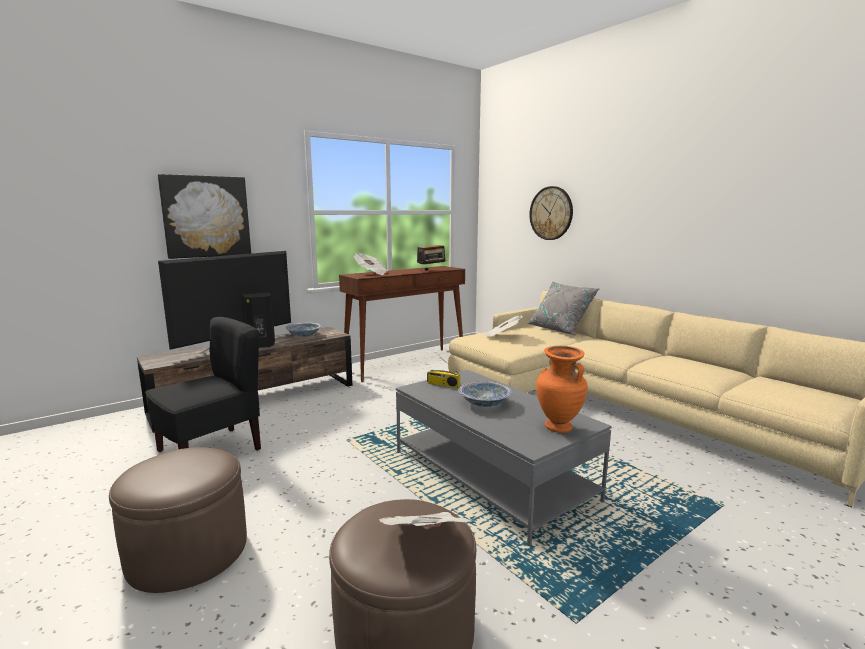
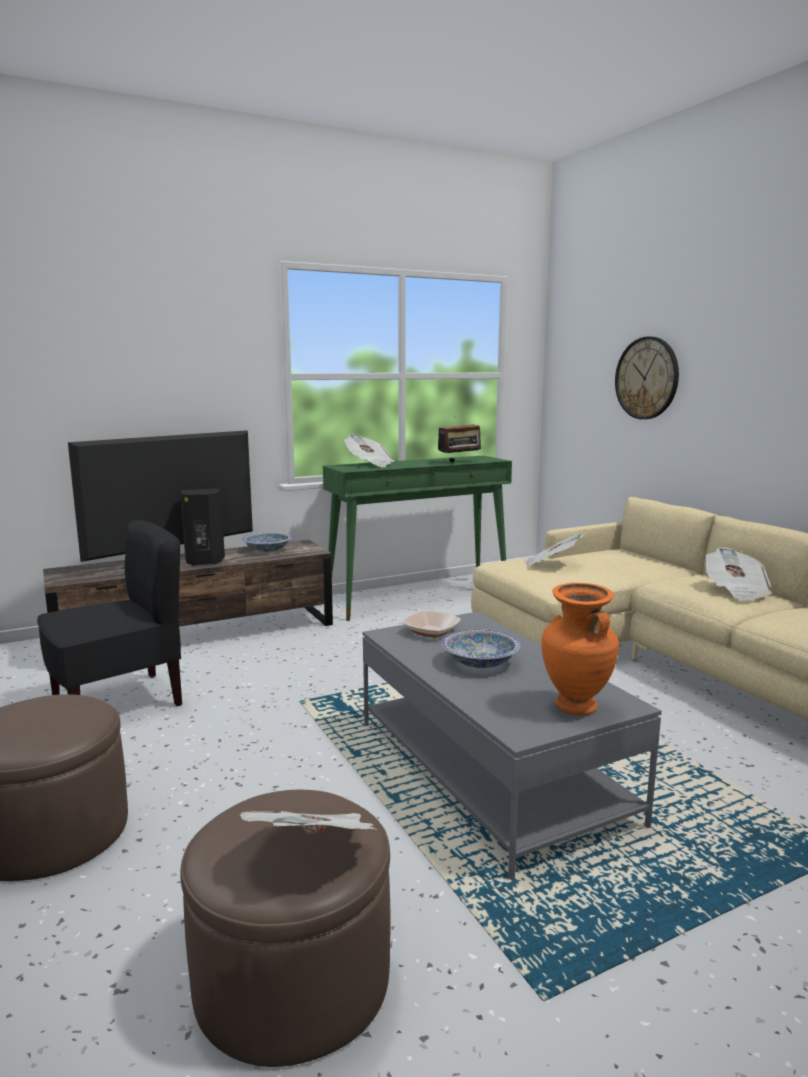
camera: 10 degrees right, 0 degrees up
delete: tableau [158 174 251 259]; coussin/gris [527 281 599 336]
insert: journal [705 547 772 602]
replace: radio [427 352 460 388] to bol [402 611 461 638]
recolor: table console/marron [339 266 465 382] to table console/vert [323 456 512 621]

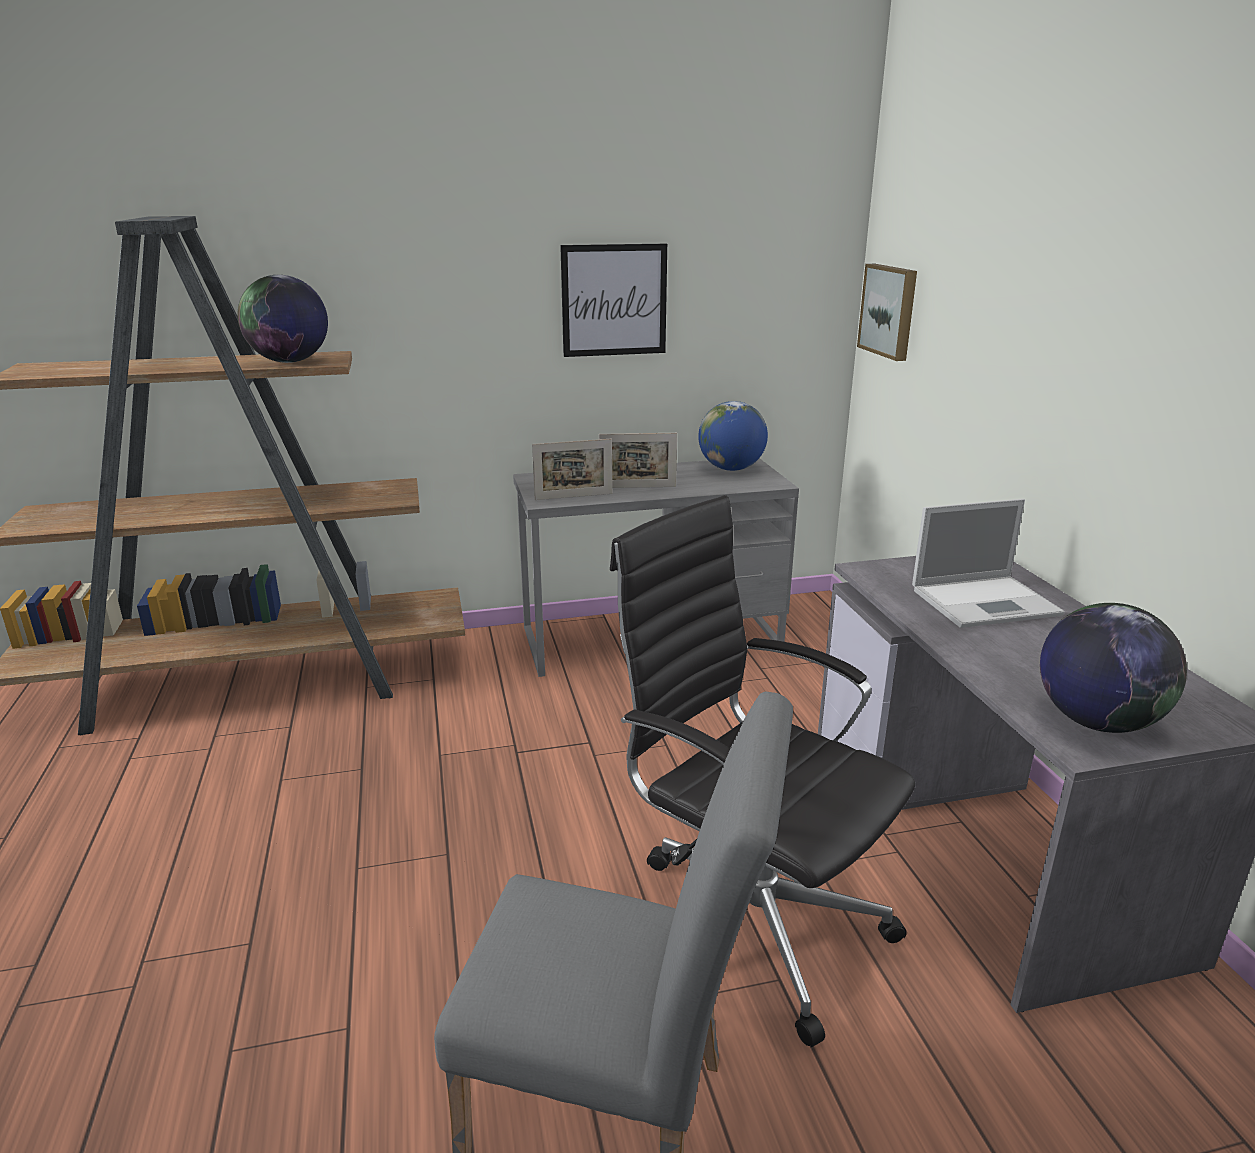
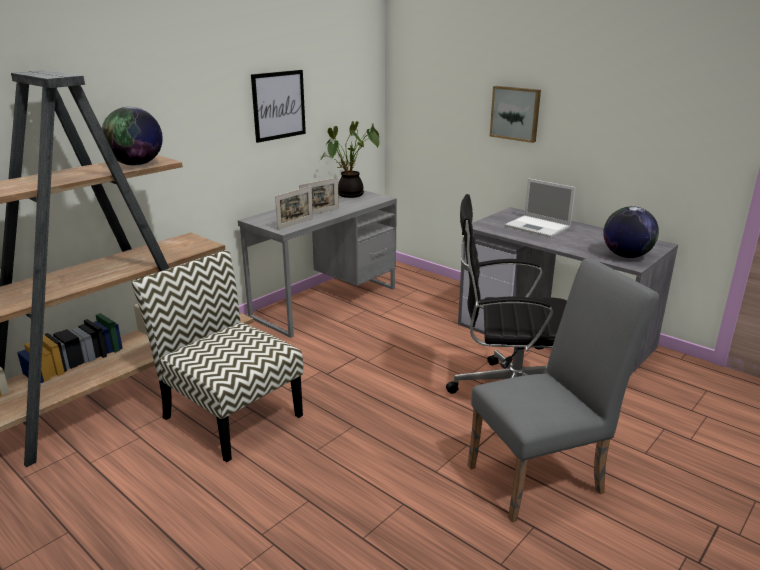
camera: 35 degrees left, 0 degrees up
insert: chaise [132 250 303 462]
move: tableau [857 264 917 361] to [490 86 541 143]
replace: globe [698 401 768 471] to plante en pot [320 121 380 198]
rotate: ordinateur portable [912 499 1065 628] = [505 178 576 238] 90 degrees clockwise

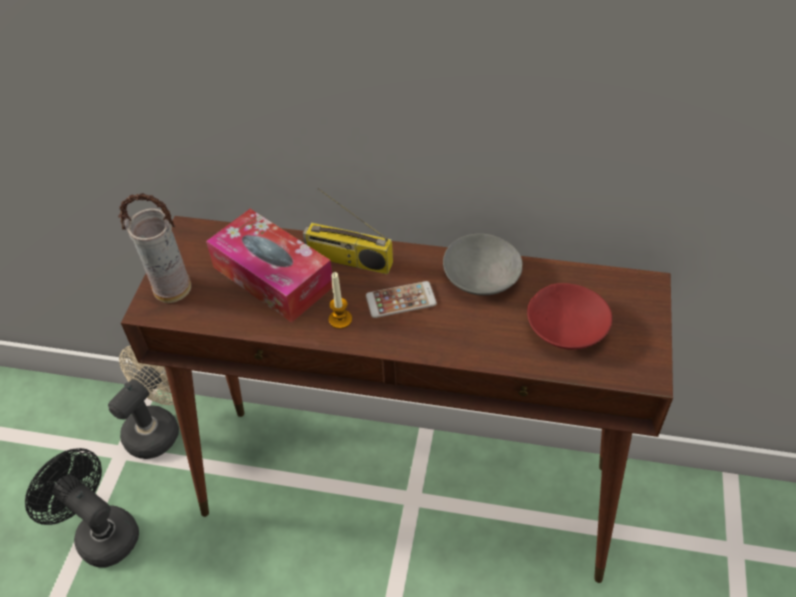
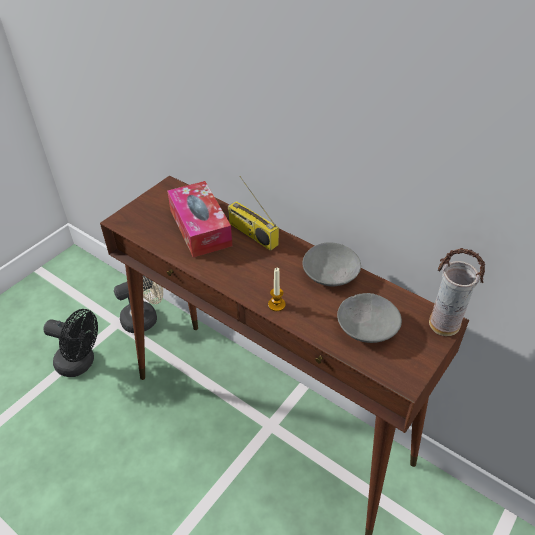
camera: 25 degrees right, 5 degrees down
delete: téléphone [366 281 437 318]
move: vase [118 193 191 303] to [429 248 485 336]; bougie [329 272 352 329] to [268 268 286 311]
recolor: bol/rouge [527 283 612 350] to bol/gris [337 293 402 343]
rotate: ventilateur/noir [25 448 139 568] = [44 309 98 377] 135 degrees clockwise

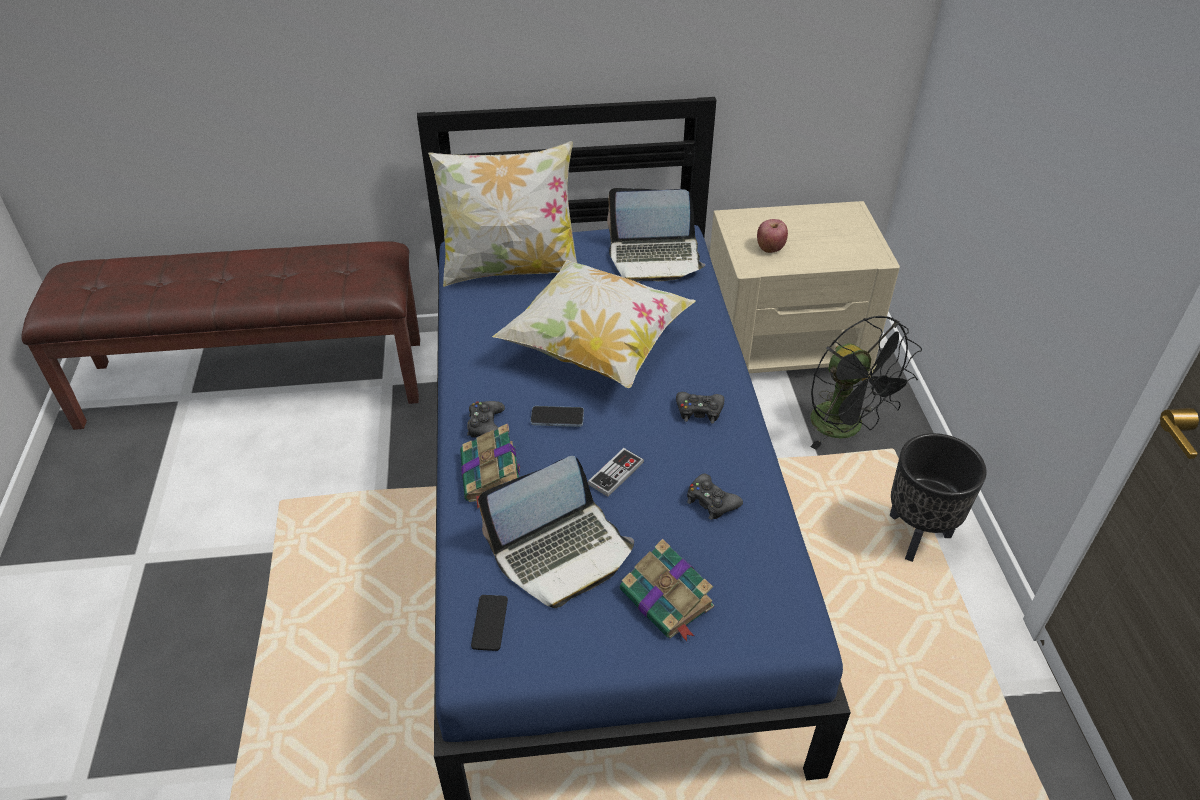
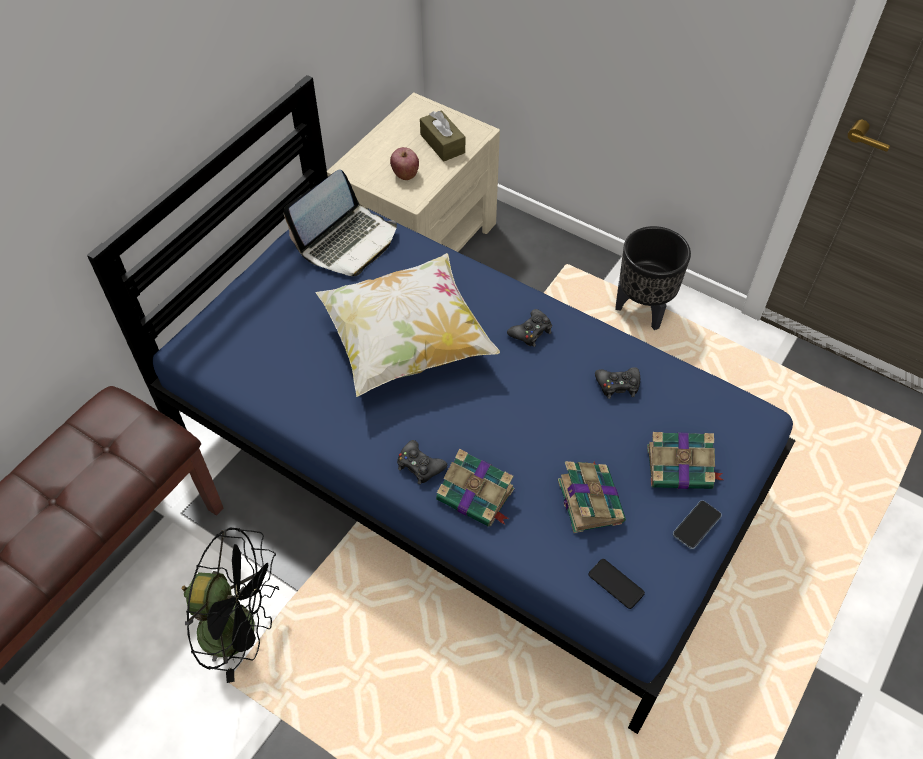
camera: 50 degrees left, 10 degrees up
delete: coussin [428 141 577 287]; manette [588 448 644 497]
insert: boîte à mouchoirs/marron [420 110 465 162]
move: téléphone [531 406 584 427] to [673 500 722 549]; ventilateur/noir [810 316 922 450] to [182 528 279 683]
replace: ordinateur portable [478 456 634 608] to livre [558 461 626 533]

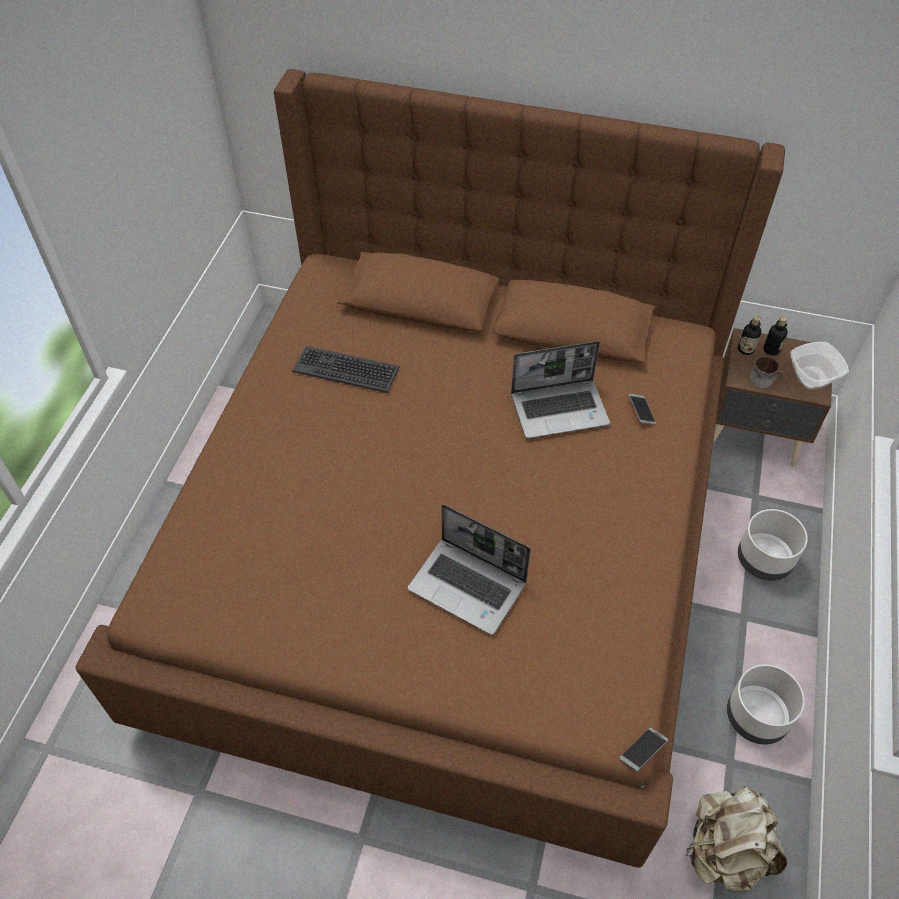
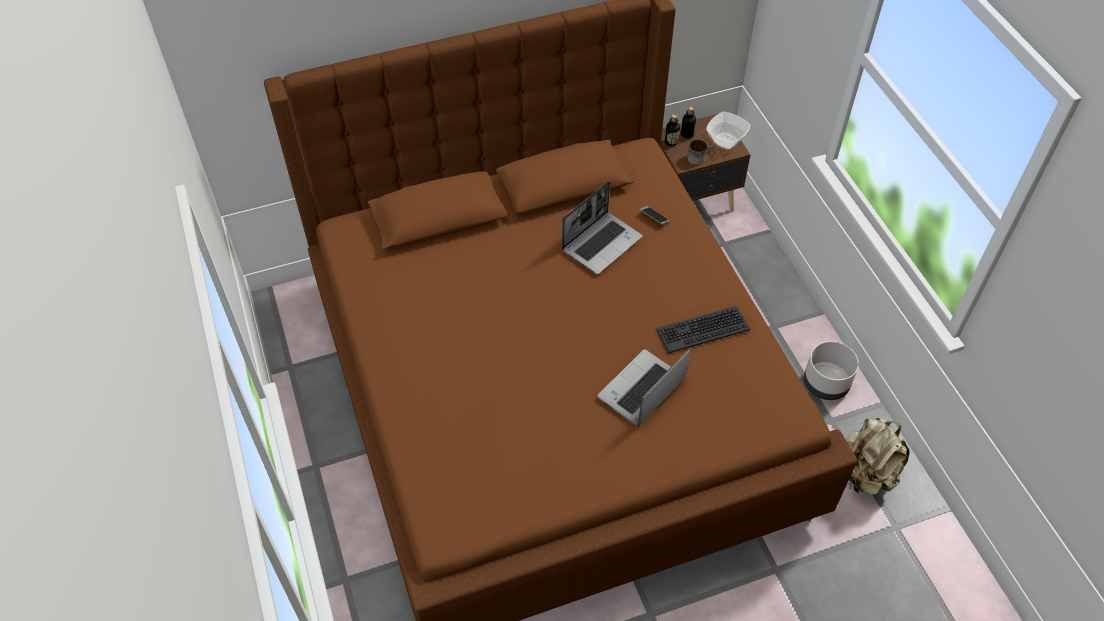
camera: 35 degrees left, 0 degrees up
delete: téléphone [619 728 668 771]; cache-pot/gris [738 509 808 581]
move: clavier [292 346 399 393] to [656 306 751 353]
rotate: ordinateur portable [408 504 531 635] = [597 348 691 426] 135 degrees clockwise

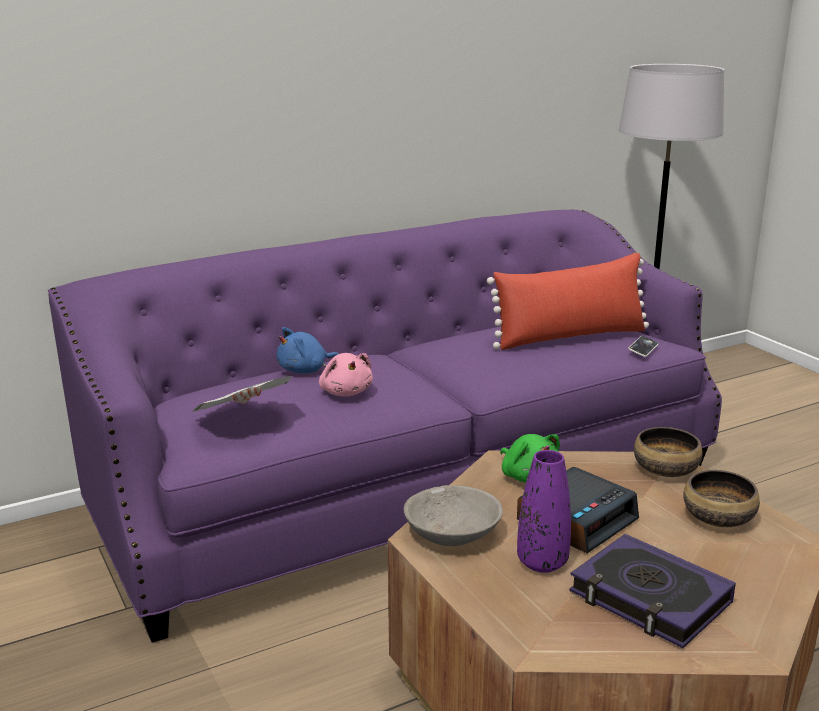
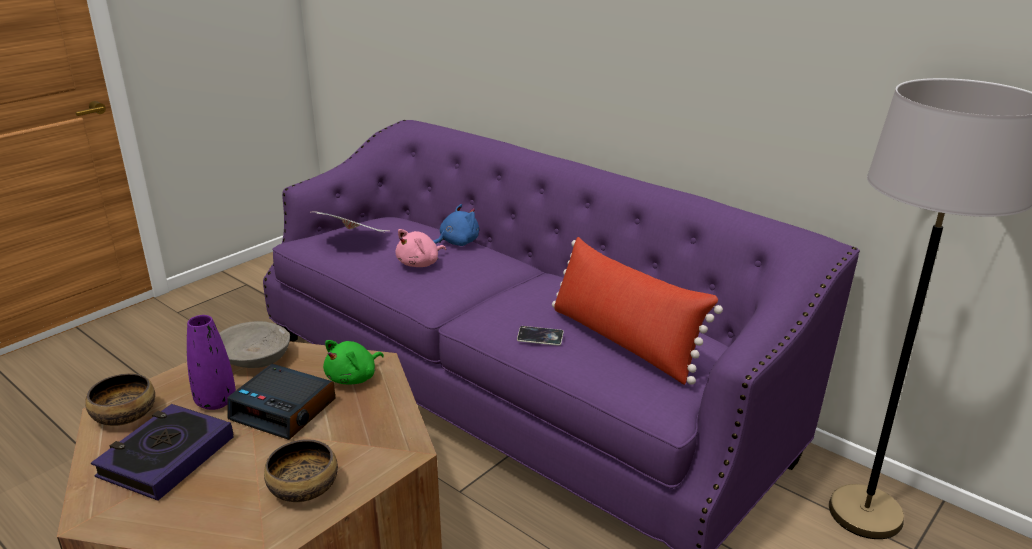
camera: 70 degrees right, 5 degrees up
move: téléphone [628 336 659 357] to [517 326 564 346]; bol [634 427 703 477] to [85 373 155 426]
rotate: peluche/bleu [277 327 339 374] = [433 204 479 246] 105 degrees clockwise

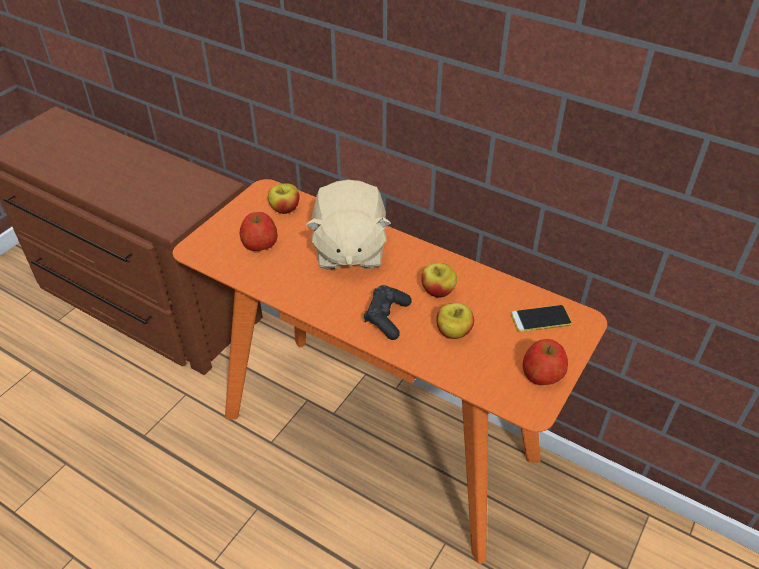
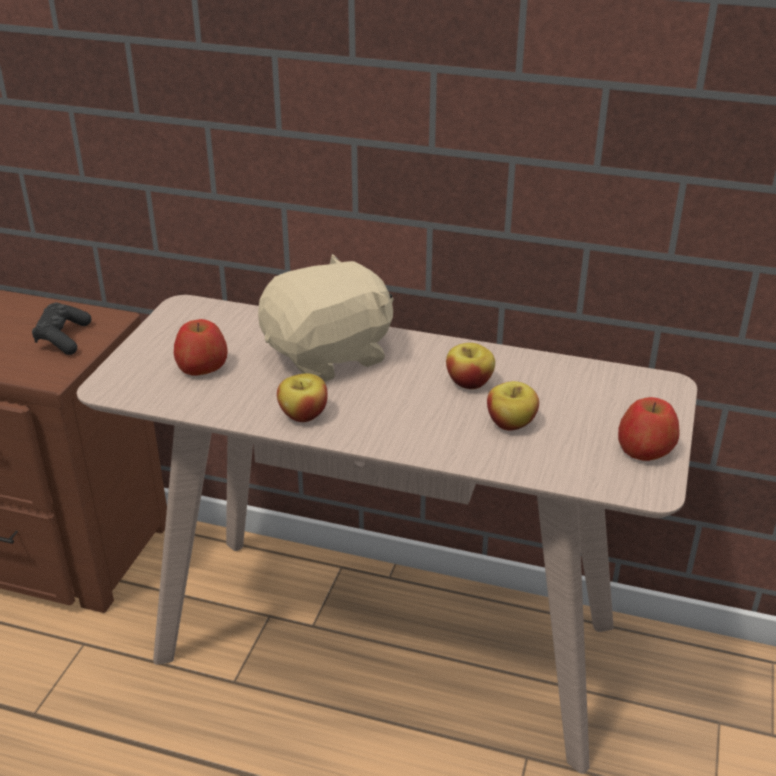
camera: 15 degrees left, 10 degrees down
delete: téléphone [510 305 572 332]
move: pomme [268 183 300 214] to [277 373 328 422]; manette/noir [364 285 412 340] to [32 302 91 355]
recolor: table console/orange [173 179 607 564] to table console/beige [77 295 697 774]
rotate: peluche/beige [306 180 391 270] = [258 254 393 382] 105 degrees counterclockwise

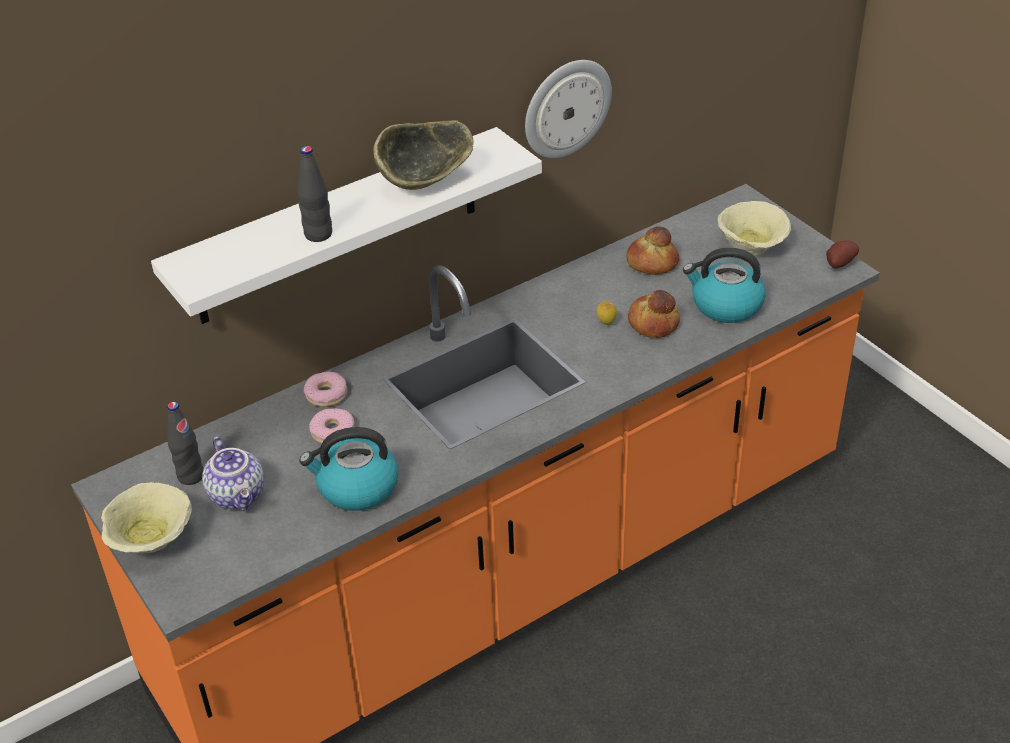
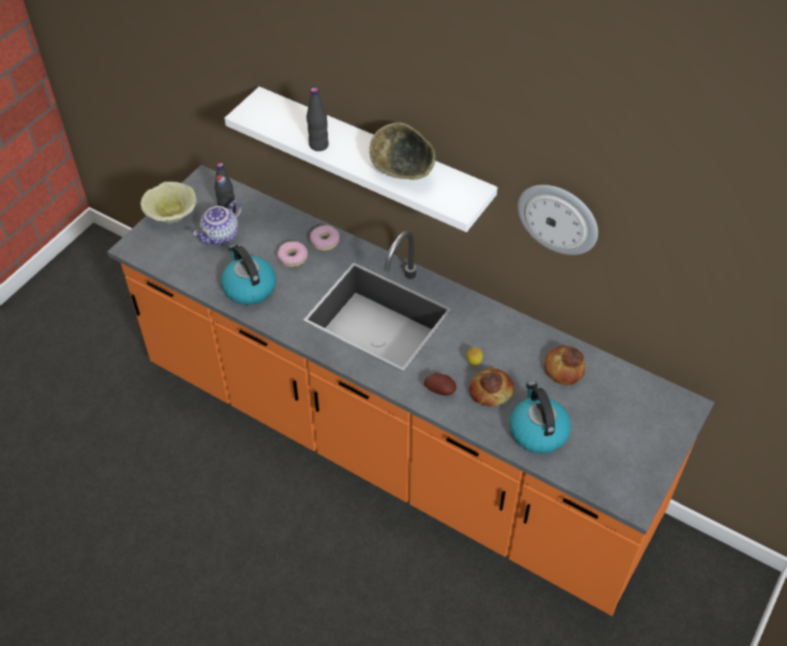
camera: 65 degrees right, 10 degrees up
delete: bol/beige [718 201 791 255]
move: pomme de terre [826 240 859 268] to [424 373 456 396]

